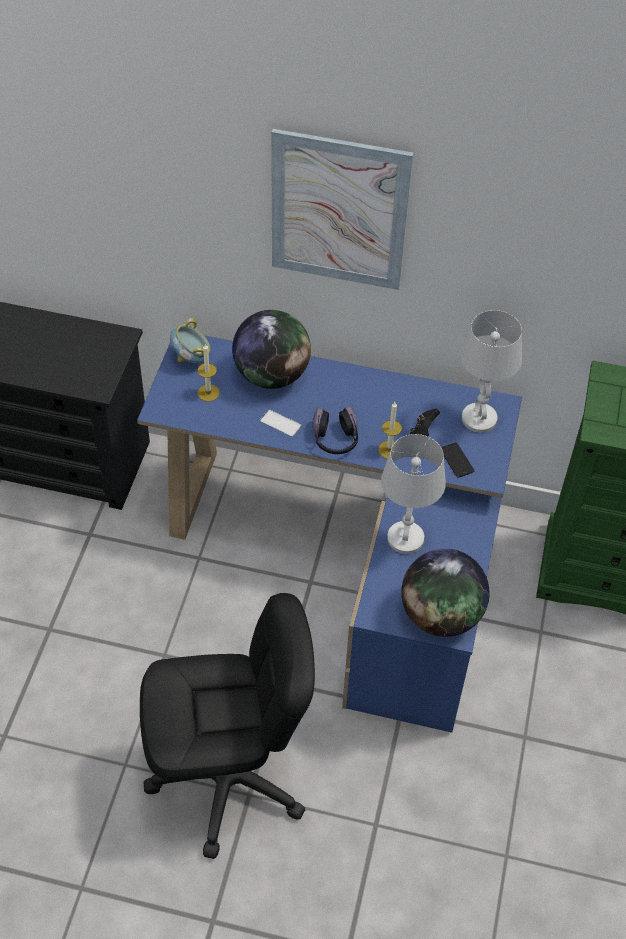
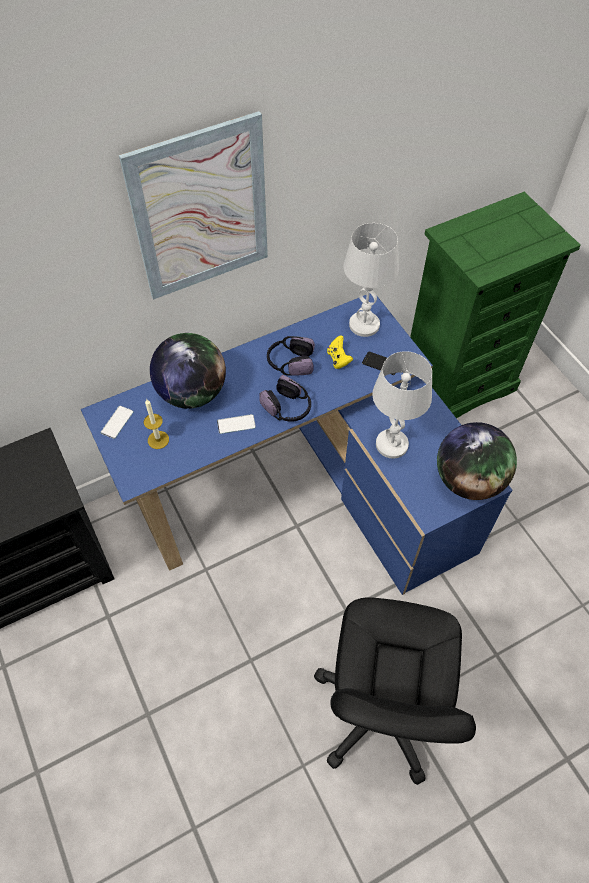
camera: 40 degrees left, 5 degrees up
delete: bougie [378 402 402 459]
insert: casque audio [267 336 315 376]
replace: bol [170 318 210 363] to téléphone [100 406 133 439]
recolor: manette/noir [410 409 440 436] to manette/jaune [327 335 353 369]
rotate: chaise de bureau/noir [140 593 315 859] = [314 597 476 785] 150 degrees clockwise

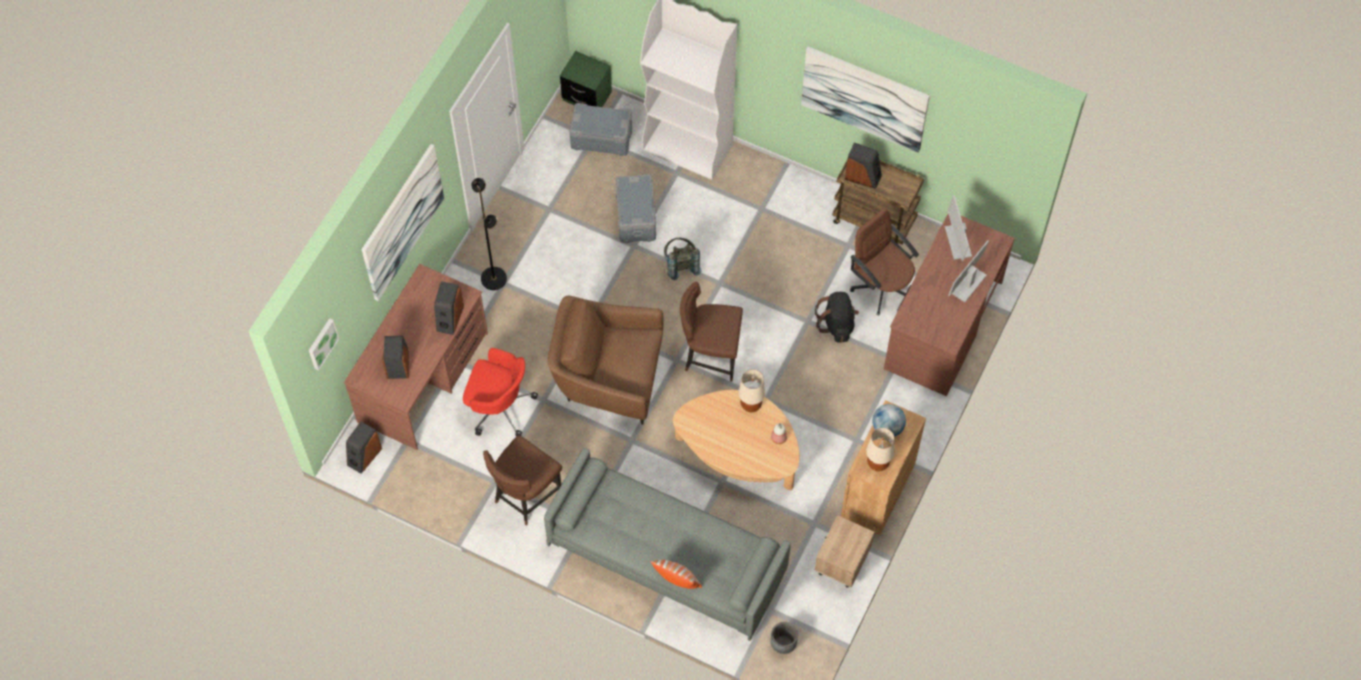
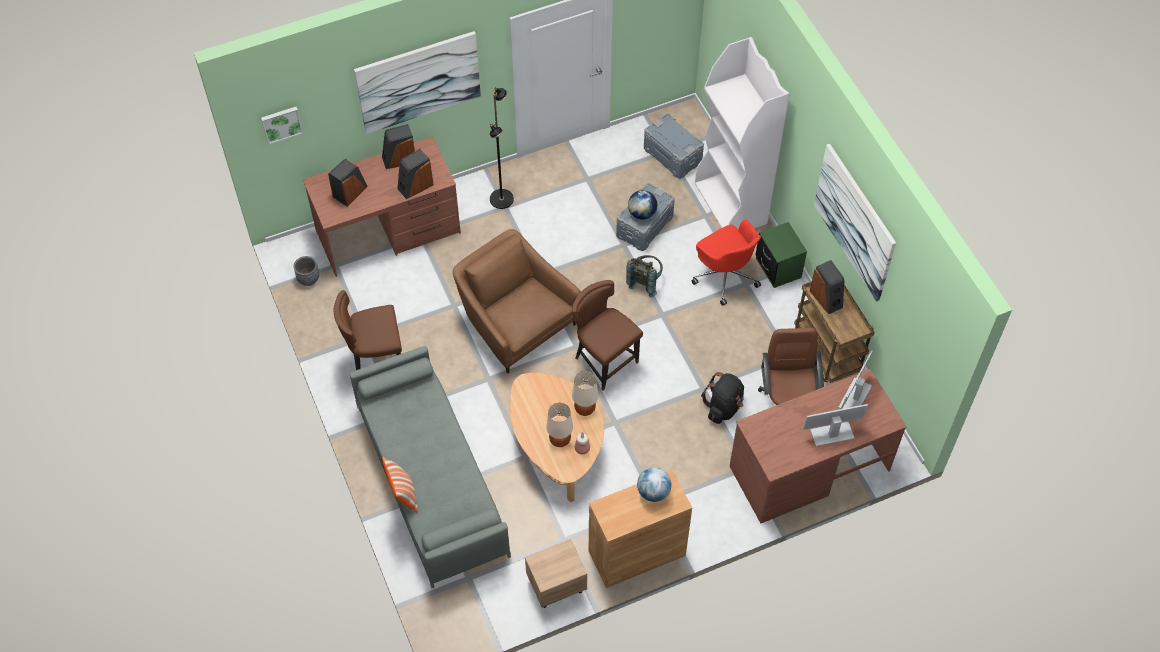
camera: 40 degrees right, 5 degrees down
insert: globe [628 190 657 220]
move: enceinte [346 422 382 473] to [382 124 415 169]; chaise de bureau/rouge [463 348 538 436] to [692 220 761 306]; table de chevet/vert [560 51 612 107] to [756 222 807 288]; cache-pot/gris [771 622 798 654] to [294 256 320 286]; lampe de table/beige [866 428 895 471] to [546 403 573 447]

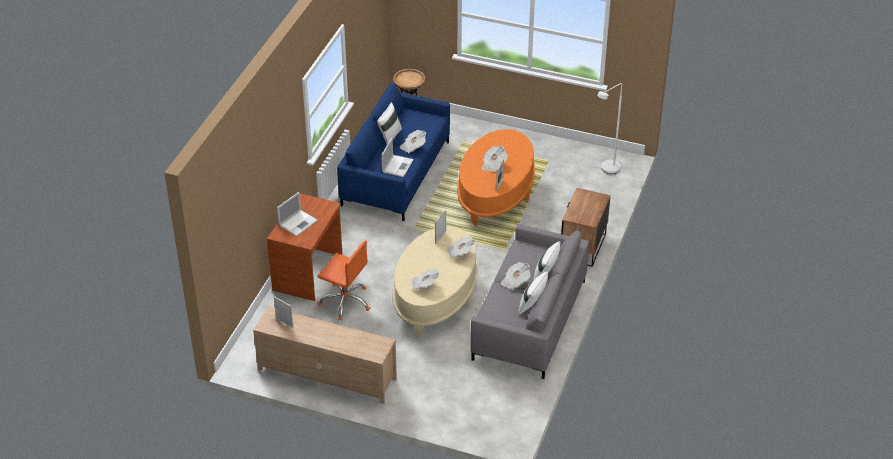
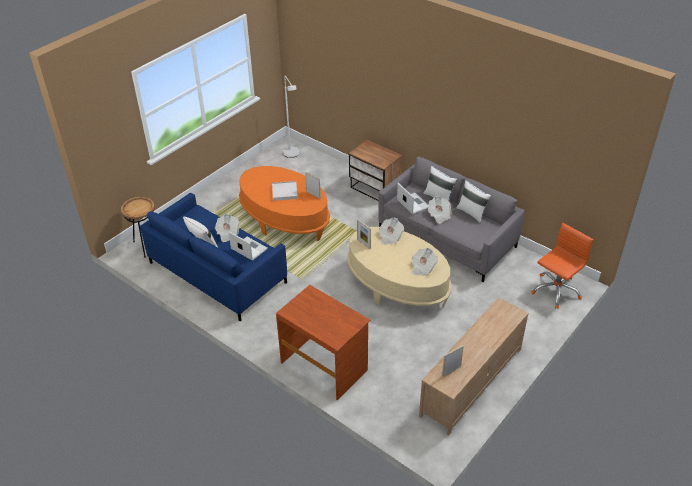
camera: 70 degrees left, 0 degrees up
move: ordinateur portable [277 192 318 236] to [397 183 428 214]; chaise de bureau/orange [318 240 370 321] to [531 223 594 309]
replace: journal [481 146 508 172] to plateau/blanc [272 181 298 201]

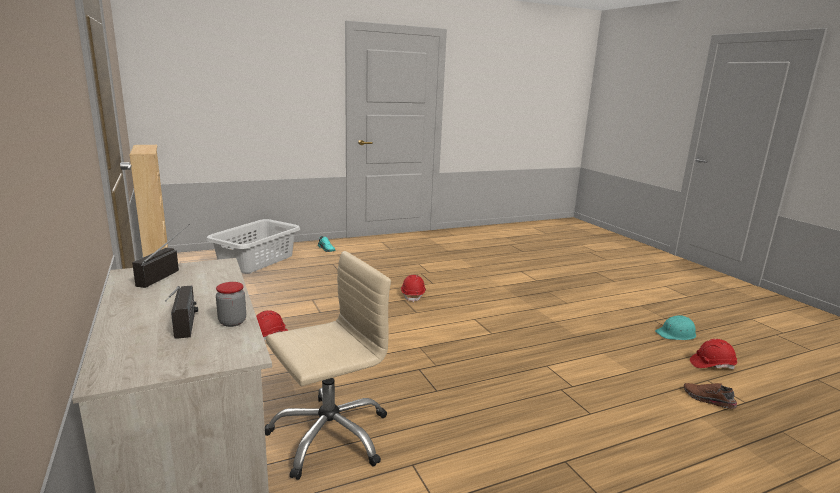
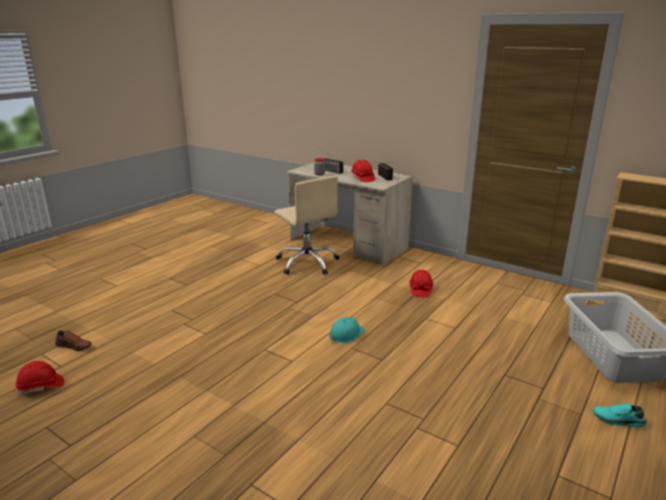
camera: 150 degrees right, 5 degrees up
move: casque de chantier/rouge [401 275 426 302] to [351 160 375 182]; casque de chantier/turquoise [655 315 696 340] to [329 317 365 343]
rotate: chaise de bureau/beige [265 251 391 480] = [274 176 340 275] 60 degrees counterclockwise

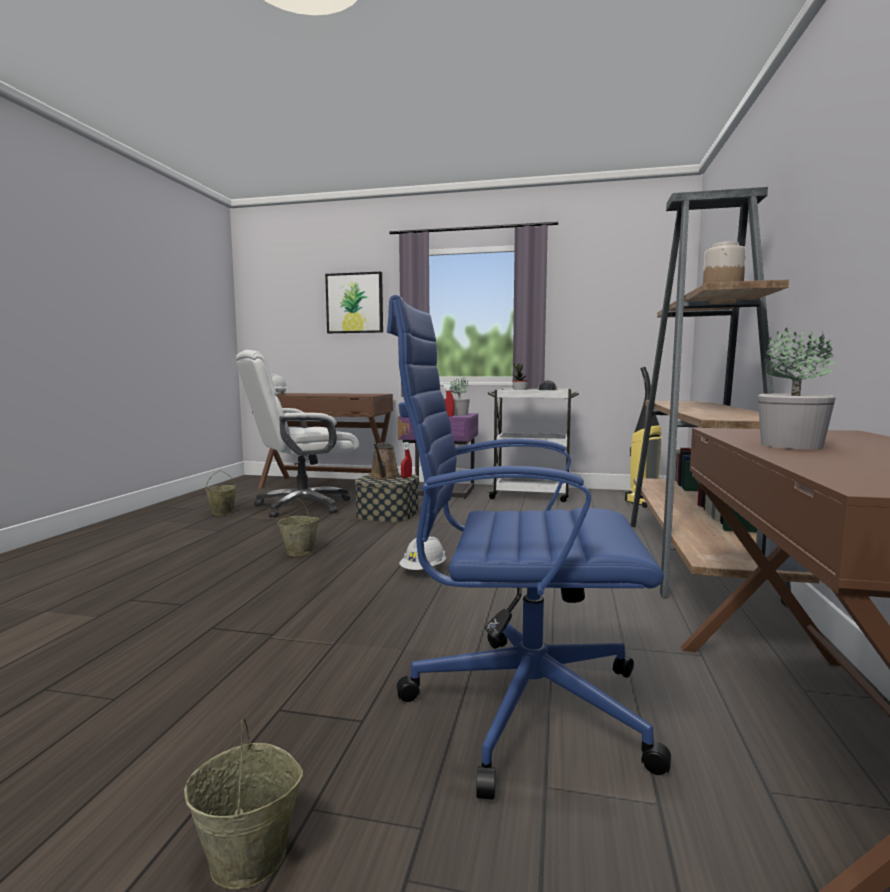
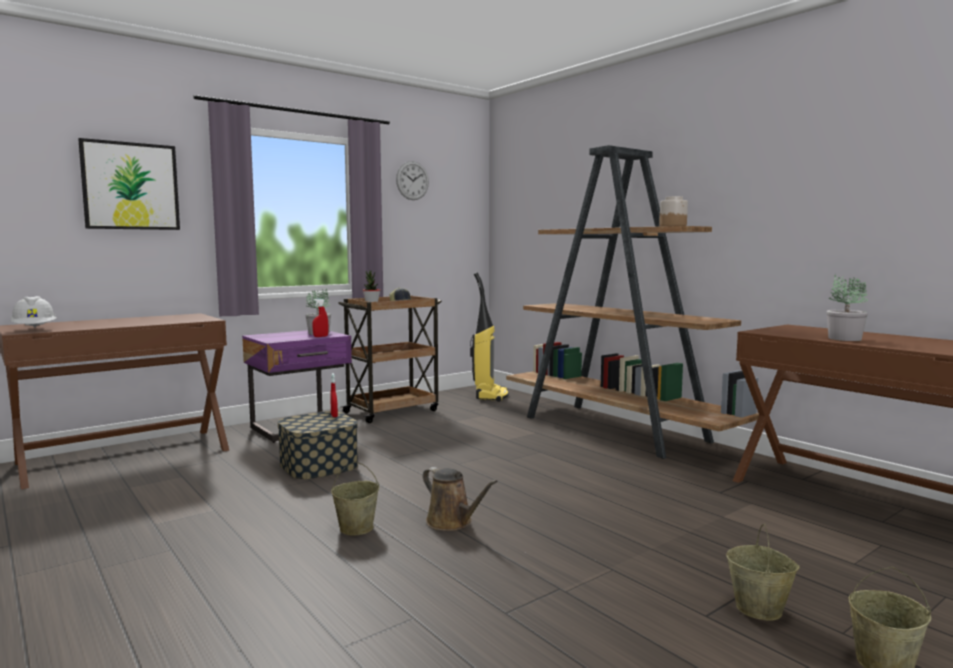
camera: 50 degrees left, 0 degrees up
delete: chaise de bureau/blanc [236 350 359 518]; chaise de bureau/bleu [387 295 671 800]; casque de chantier/blanc [399 536 446 570]
insert: horloge murale [396 161 429 200]
move: seau/beige [205 471 237 515] to [726 524 800 621]; arrosoir/marron [370 442 400 479] to [423 467 498 531]
recolor: chariot/blanc [487 388 579 502] to chariot/marron [338 295 442 423]

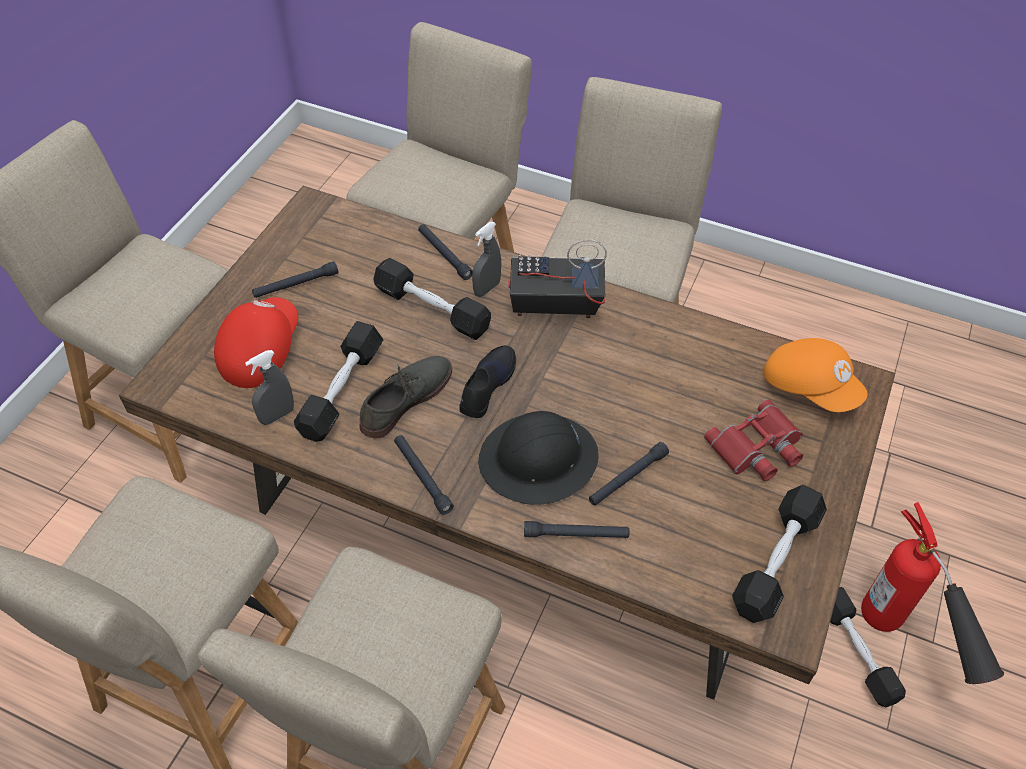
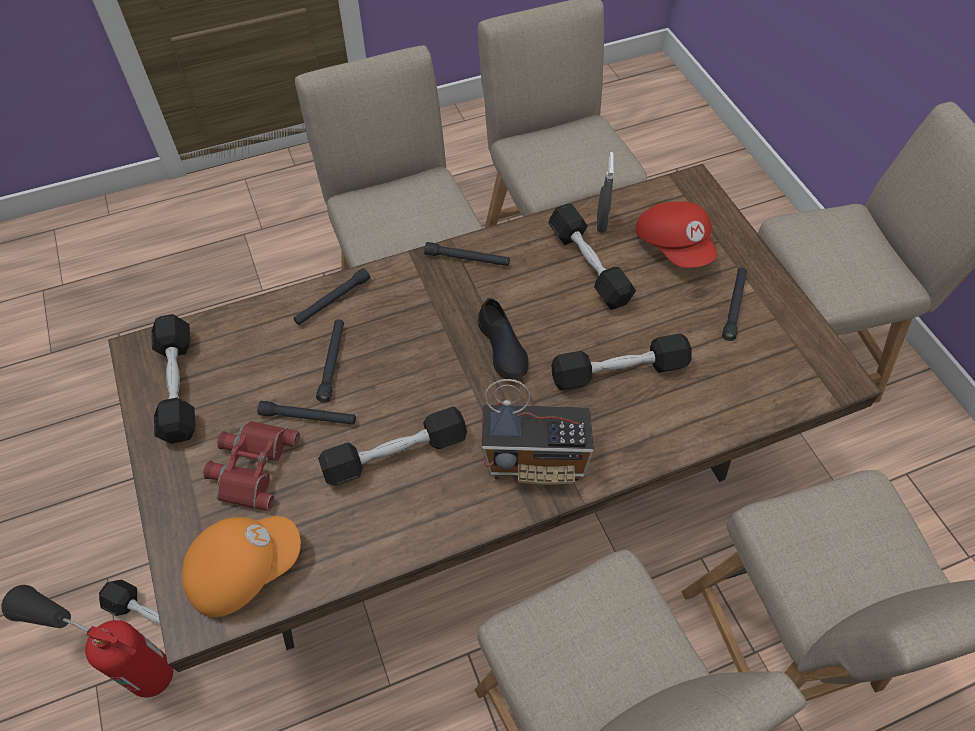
camera: 135 degrees right, 5 degrees up
delete: chaussure/gris [360 356 452 438]; vaporisateur/gris [472 222 501 297]; casque de chantier/noir [478 411 599 505]
insert: haltère/noir [318 407 467 486]
move: lampe de poche/noir [418 224 473 280] to [257 401 356 425]
rotate: radio [508 239 607 318] = [482 379 594 485] 45 degrees clockwise; casquette/orange [763 338 867 412] = [182 516 301 617] 150 degrees clockwise

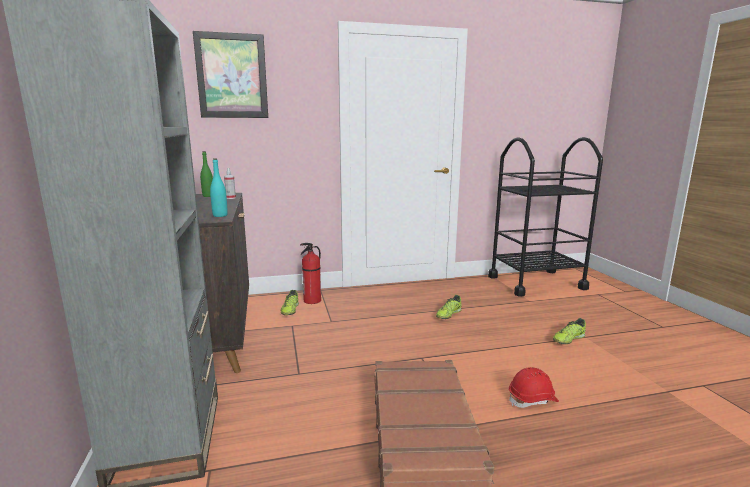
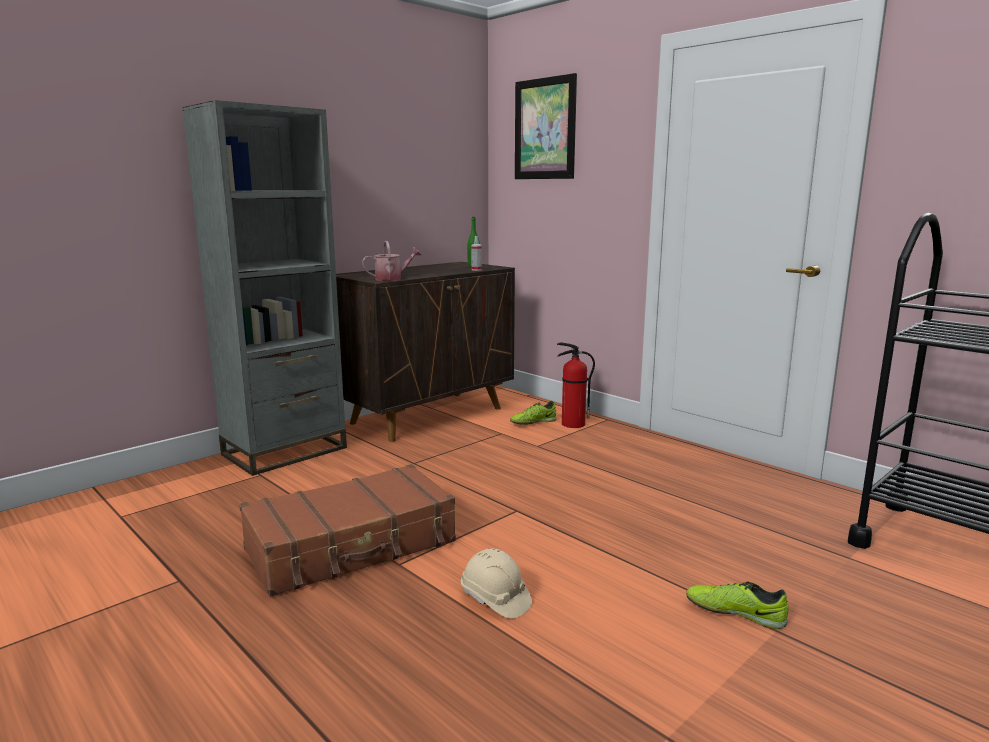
camera: 60 degrees right, 0 degrees up
delete: chaussure [436 295 461 319]
replace: bouteille/turquoise [210 158 228 217] to arrosoir [362 241 421 281]
recolor: casque de chantier/rouge [509 367 559 408] to casque de chantier/beige [461 548 532 619]

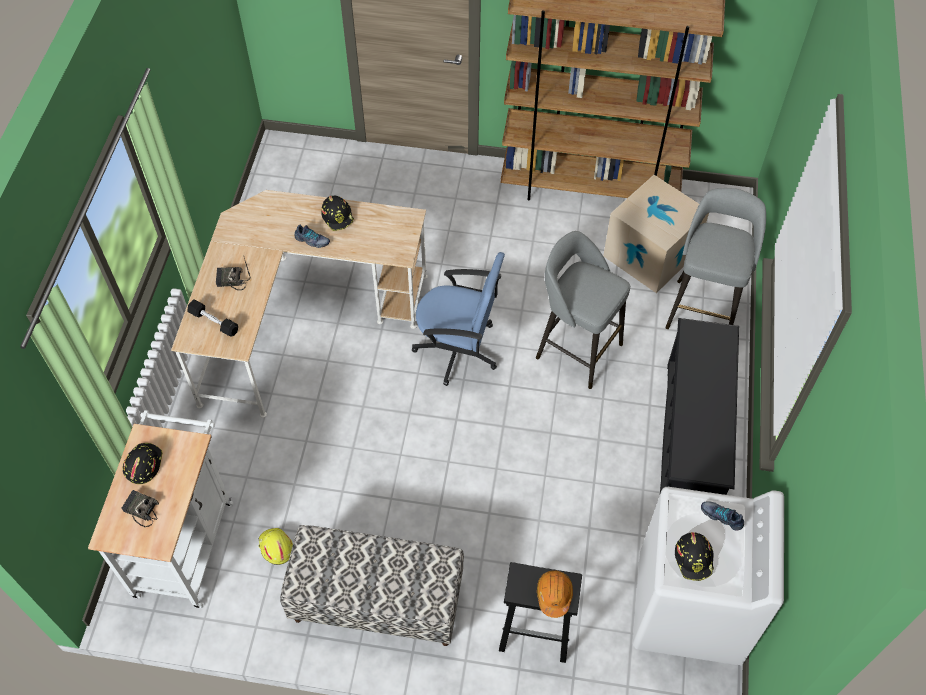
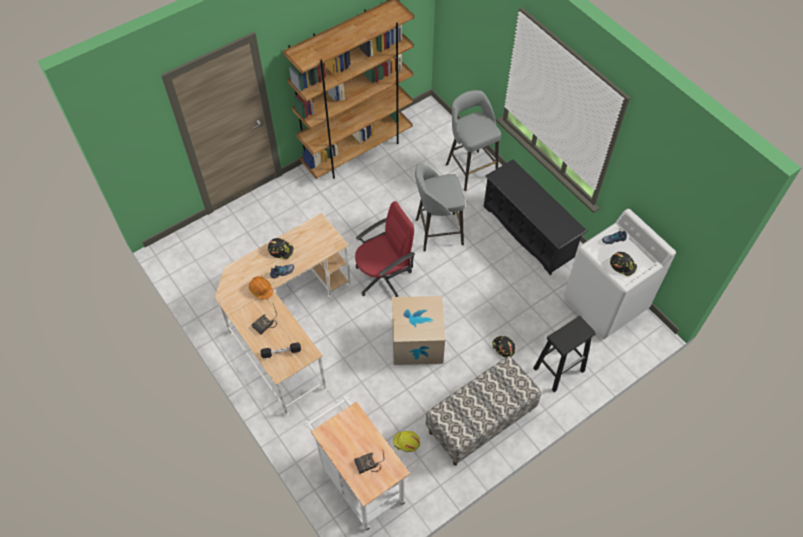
camera: 45 degrees left, 0 degrees up
move: casque de chantier/noir [123 443 162 484] to [492 336 515 358]; casque de chantier/orange [537 570 573 618] to [249 276 273 300]; carton [603 175 709 293] to [392 296 445 365]
recolor: chaise de bureau/bleu [412 252 505 386] to chaise de bureau/rouge [355 201 415 297]

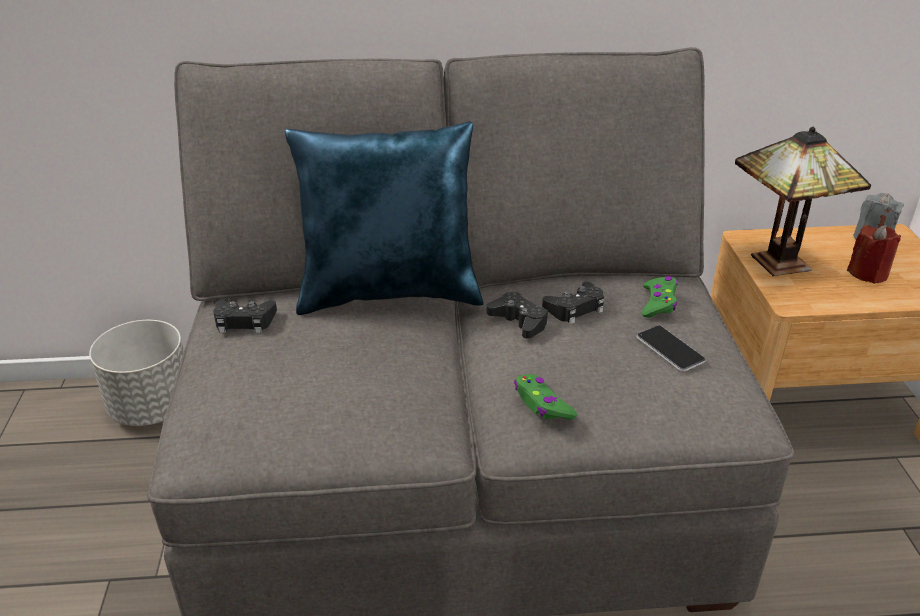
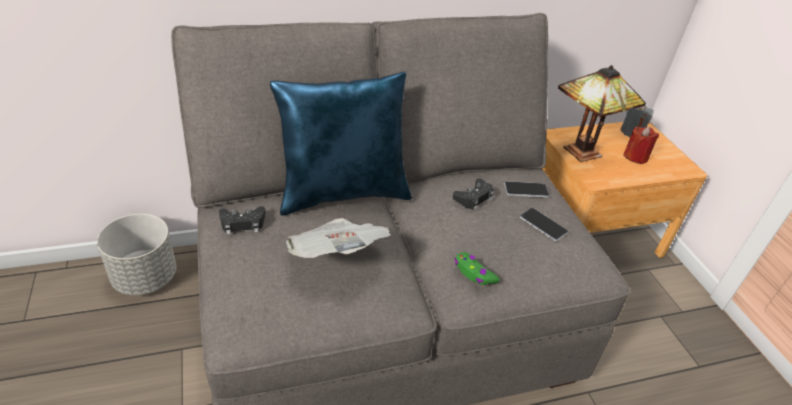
camera: 15 degrees left, 5 degrees up
delete: manette/noir [486 292 548 339]
insert: journal [286 218 390 258]
replace: manette/vert [642 276 678 318] to téléphone [504 181 549 198]

